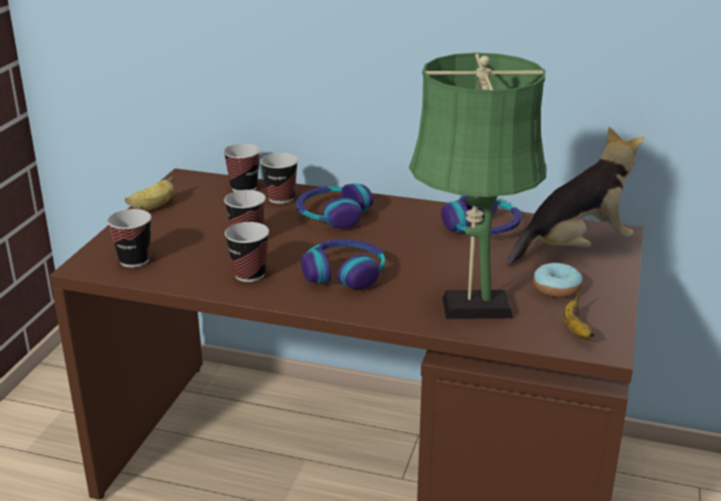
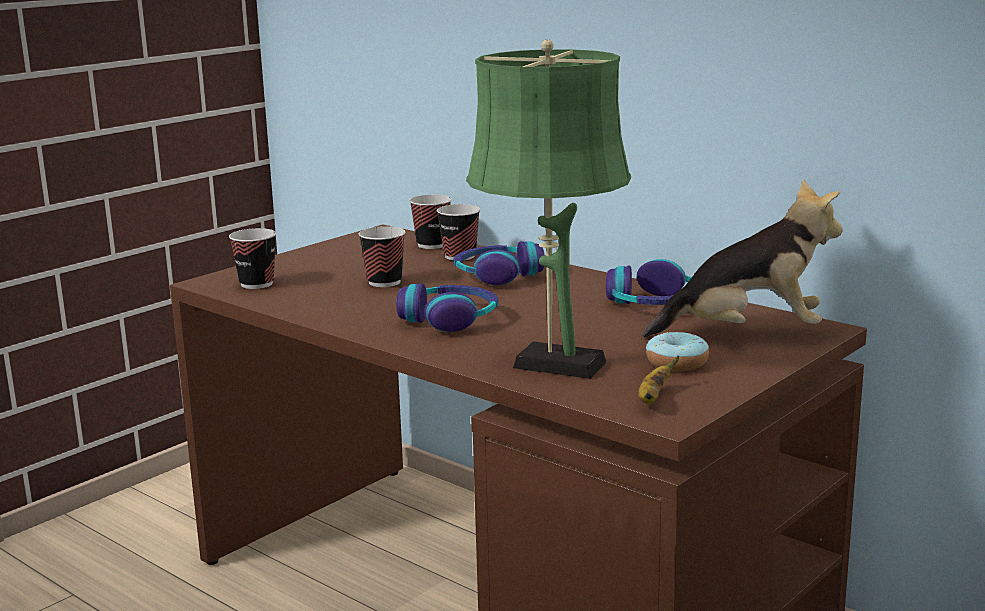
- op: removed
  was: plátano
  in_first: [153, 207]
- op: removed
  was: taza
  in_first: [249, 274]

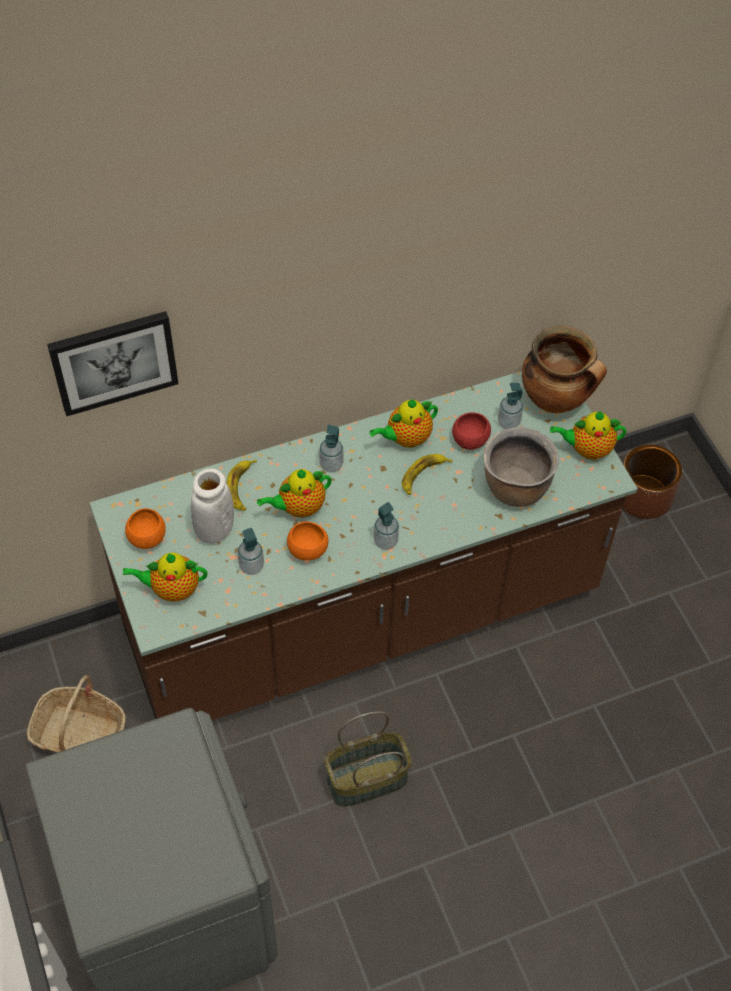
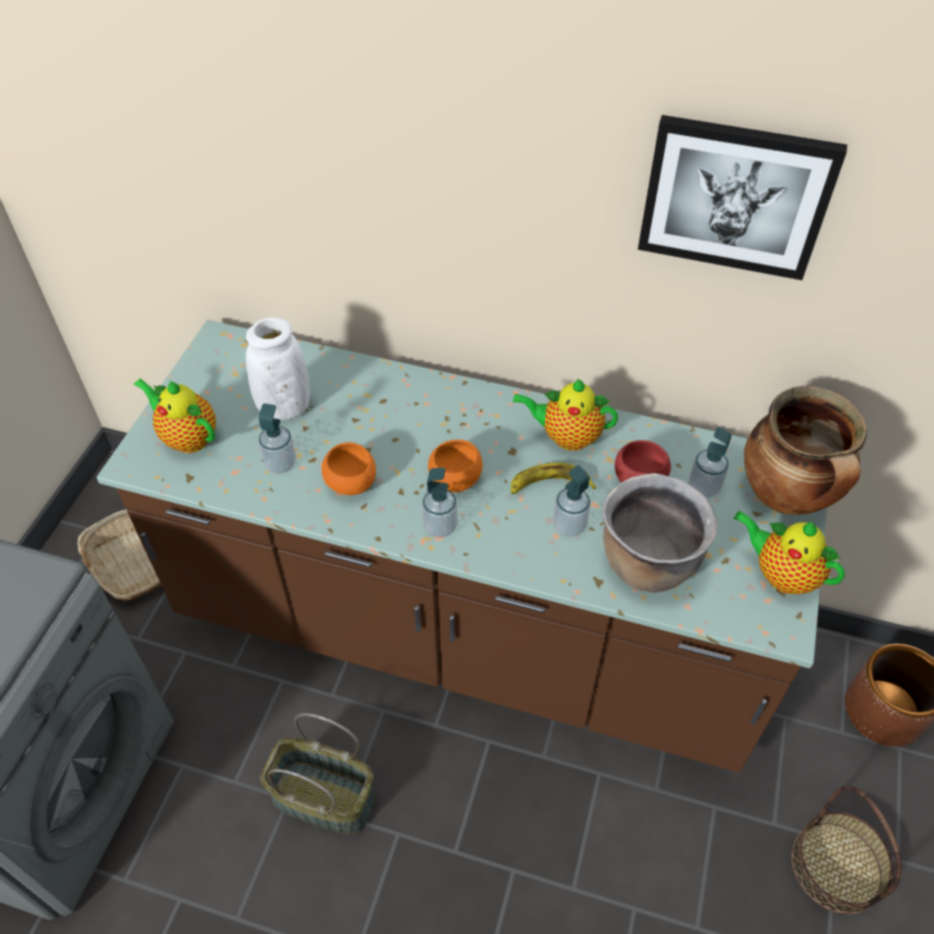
- op: moved
  was: cuadro
  in_first: [114, 361]
  in_second: [735, 196]
- op: moved
  was: cuenco (naranja)
  in_first: [147, 538]
  in_second: [455, 480]
- op: removed
  was: plátano
  in_first: [241, 487]
- op: removed
  was: tetera
  in_first: [299, 507]
- op: moved
  was: dispensador de jabón
  in_first: [331, 465]
  in_second: [569, 525]
- op: added
  now: cesta
  in_second: [836, 866]

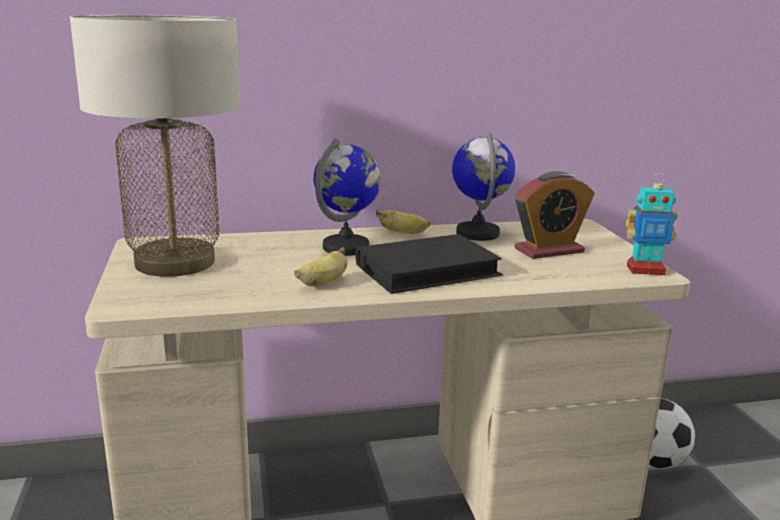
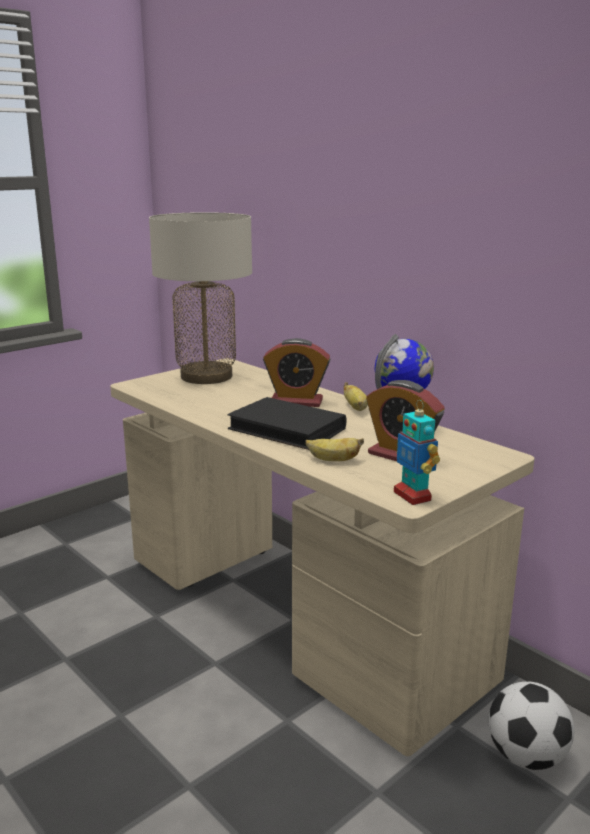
- op: moved
  was: plátano
  in_first: [323, 283]
  in_second: [333, 460]
- op: replaced
  was: globo terráqueo
  now: despertador
  in_first: [346, 248]
  in_second: [296, 401]

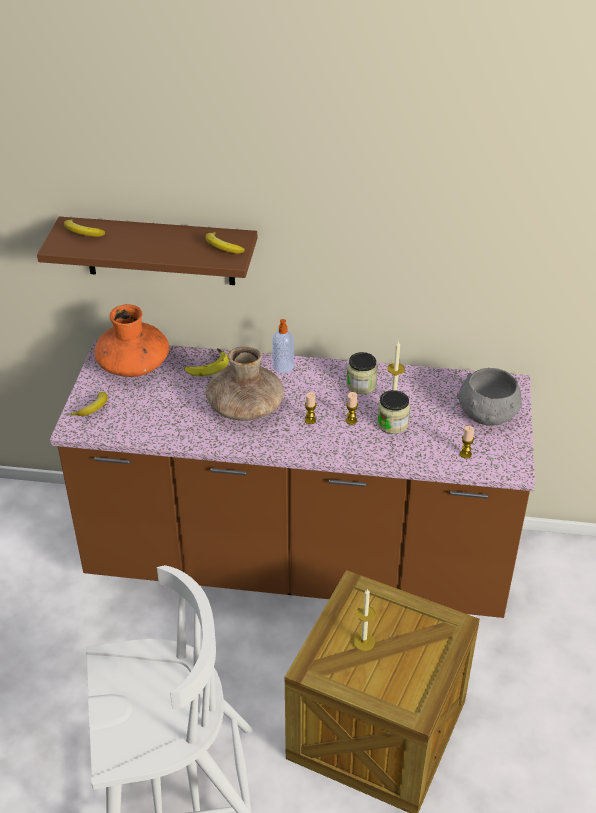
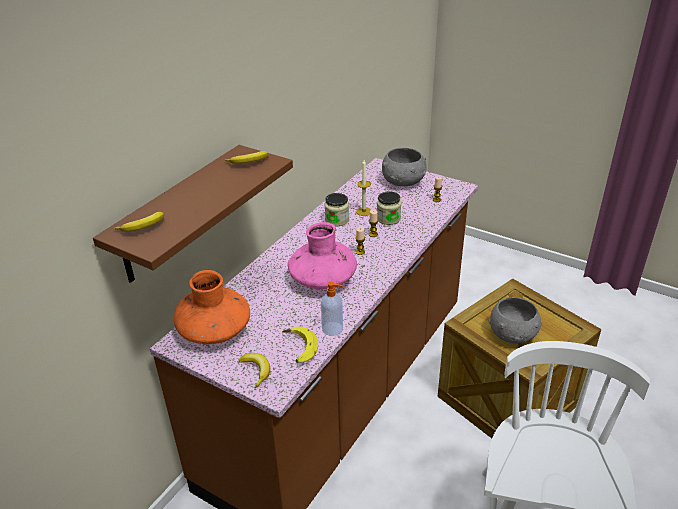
- op: moved
  was: plátano
  in_first: [206, 366]
  in_second: [298, 348]
- op: recoloured
  was: florero (marrón)
  now: florero (rosa)
  in_first: [245, 408]
  in_second: [323, 279]
- op: moved
  was: dispensador de jabón
  in_first: [283, 367]
  in_second: [333, 329]
- op: replaced
  was: vela
  now: cuenco (gris)
  in_first: [363, 641]
  in_second: [513, 334]

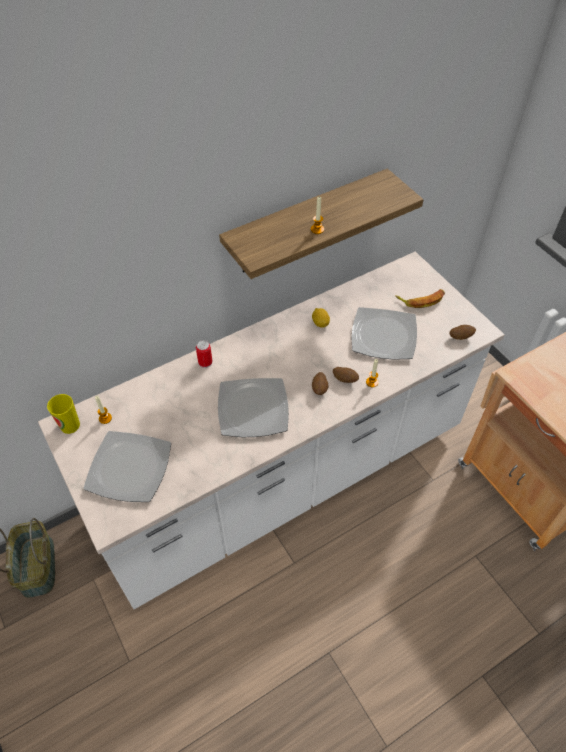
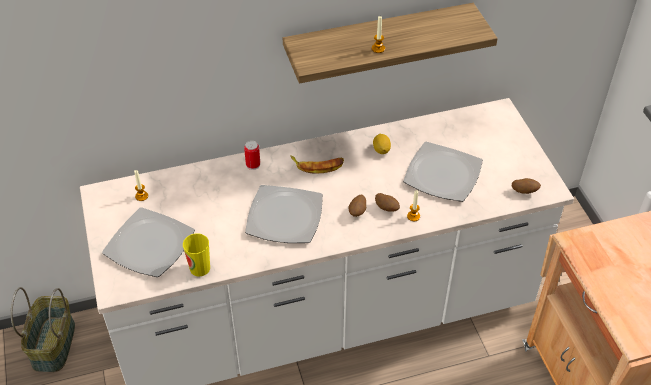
- op: moved
  was: taza
  in_first: [70, 425]
  in_second: [200, 268]
- op: moved
  was: plátano
  in_first: [421, 300]
  in_second: [318, 165]

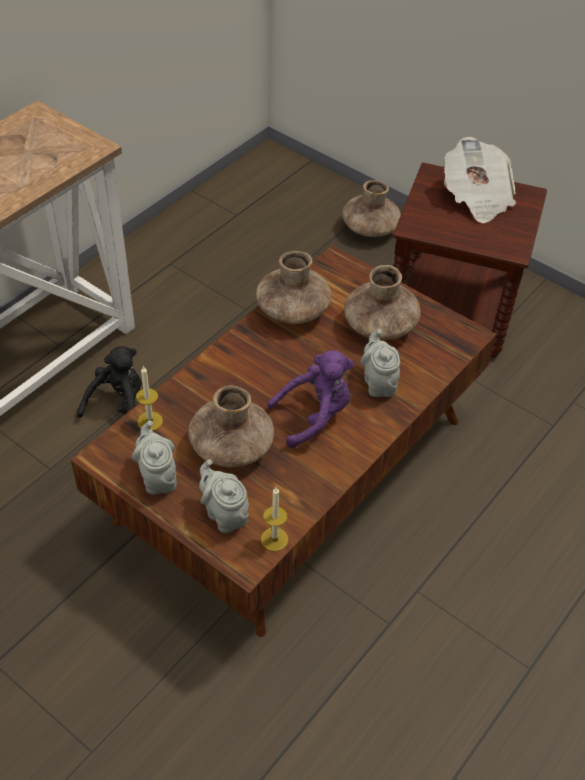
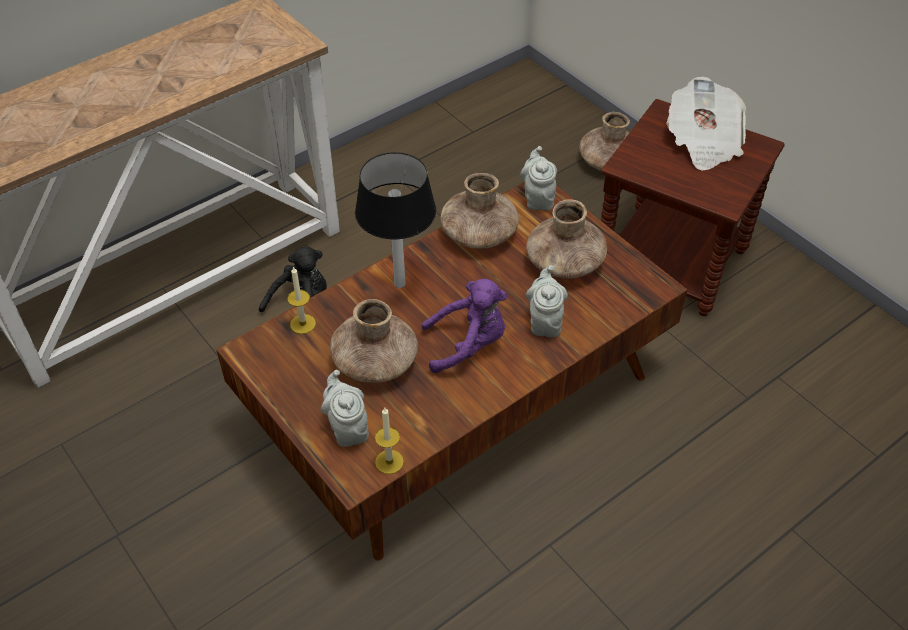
- op: moved
  was: tetera (gris)
  in_first: [157, 477]
  in_second: [538, 198]
- op: added
  now: lámpara de mesa
  in_second: [399, 284]

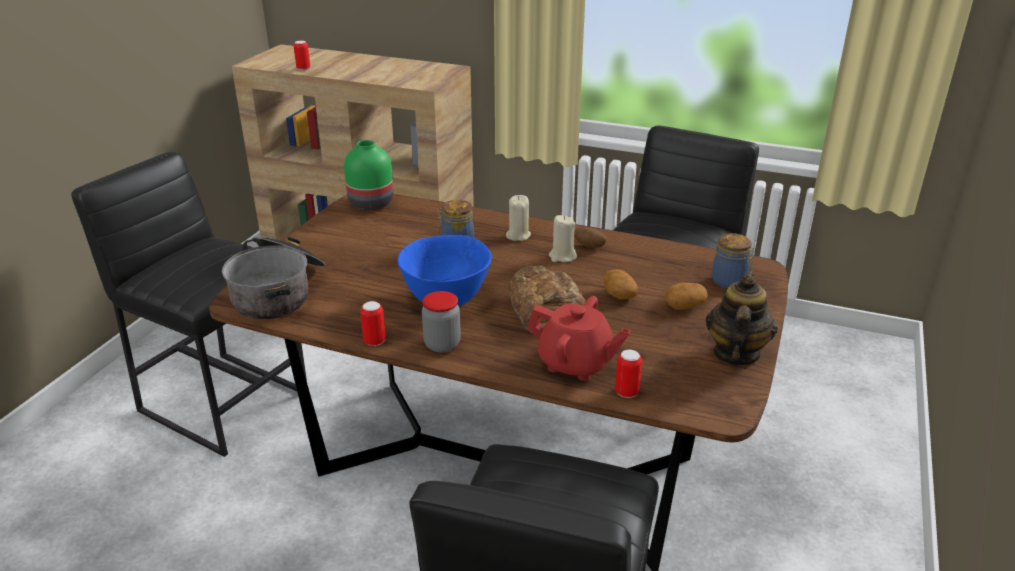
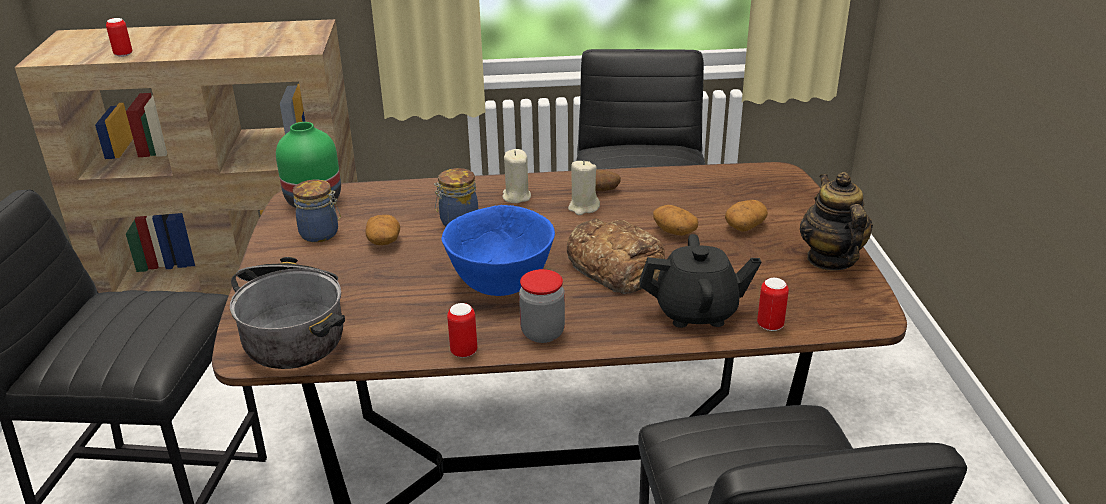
- op: recoloured
  was: tetera (rojo)
  now: tetera (negro)
  in_first: [575, 364]
  in_second: [696, 312]
- op: moved
  was: tarro
  in_first: [730, 281]
  in_second: [321, 234]
- op: added
  now: patata
  in_second: [384, 241]

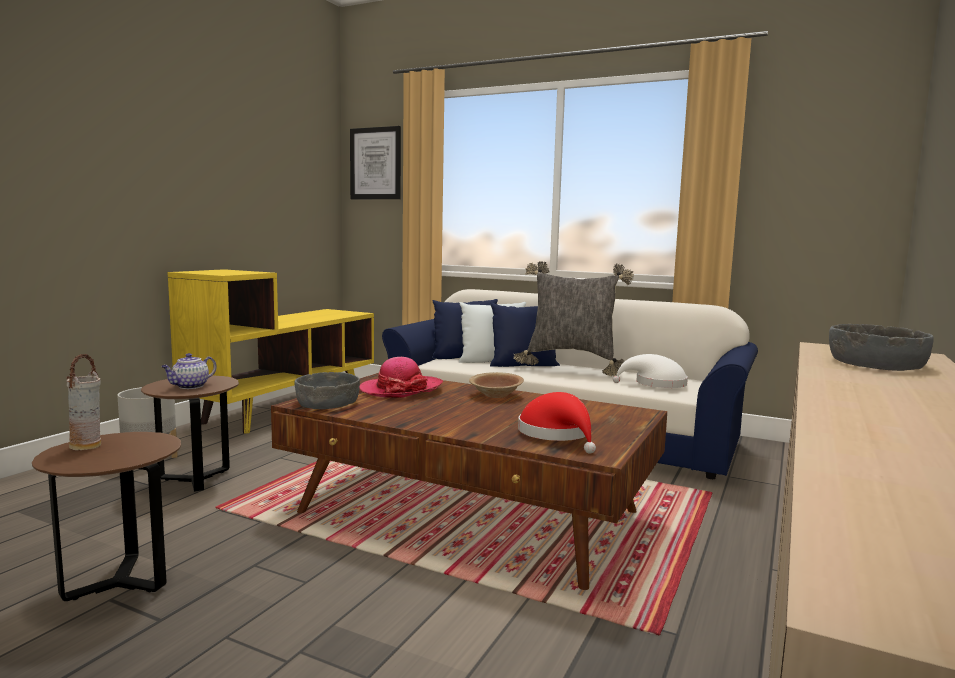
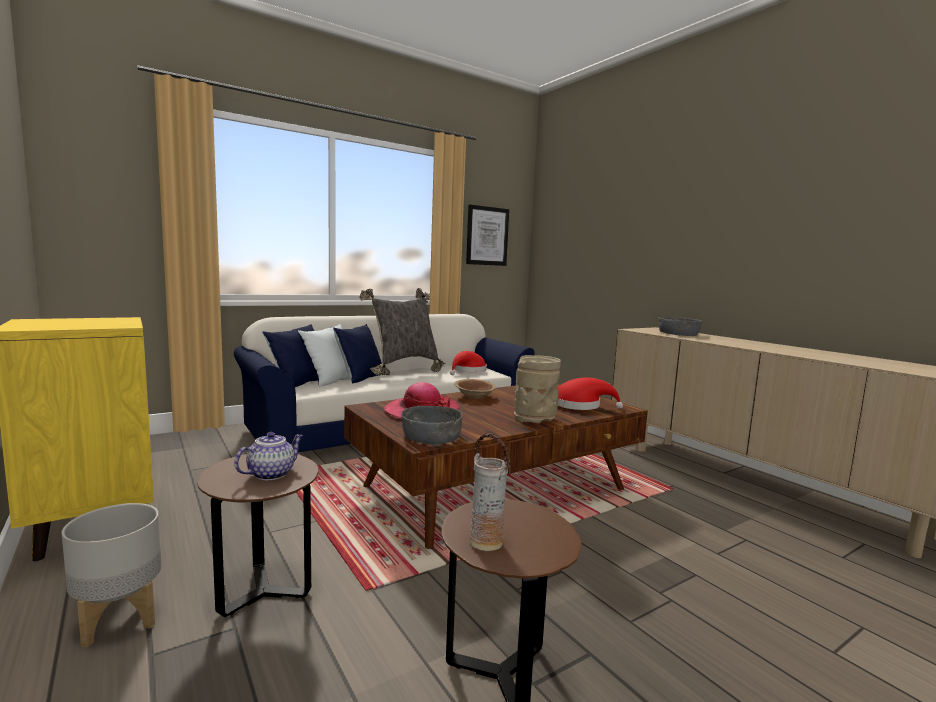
- op: turned
  was: tetera
  in_first: [190, 386]
  in_second: [271, 474]
  clockwise: -120
- op: moved
  was: cuadro
  in_first: [375, 163]
  in_second: [487, 236]
- op: recoloured
  was: sombrero (blanco)
  now: sombrero (rojo)
  in_first: [656, 384]
  in_second: [468, 371]
- op: added
  now: florero (beis)
  in_second: [535, 419]

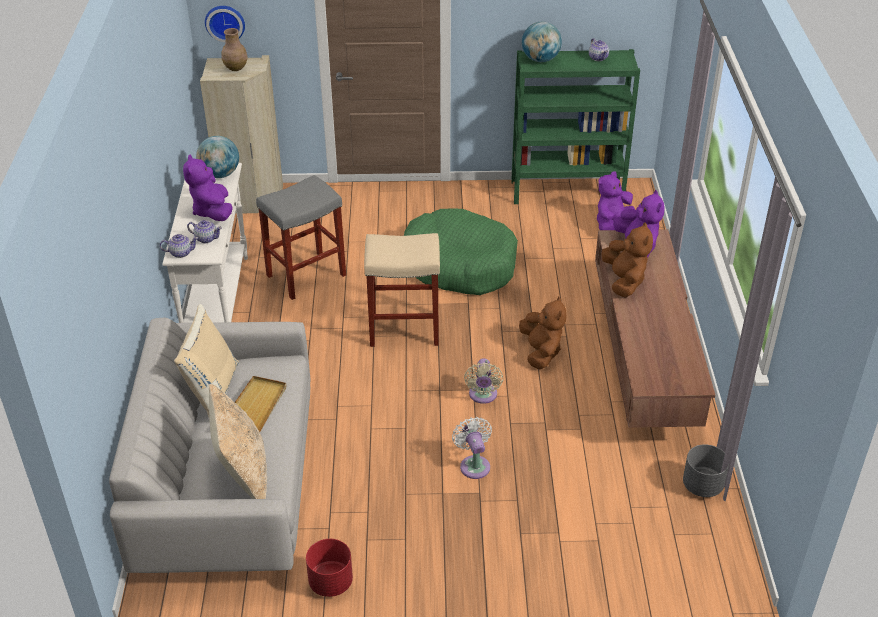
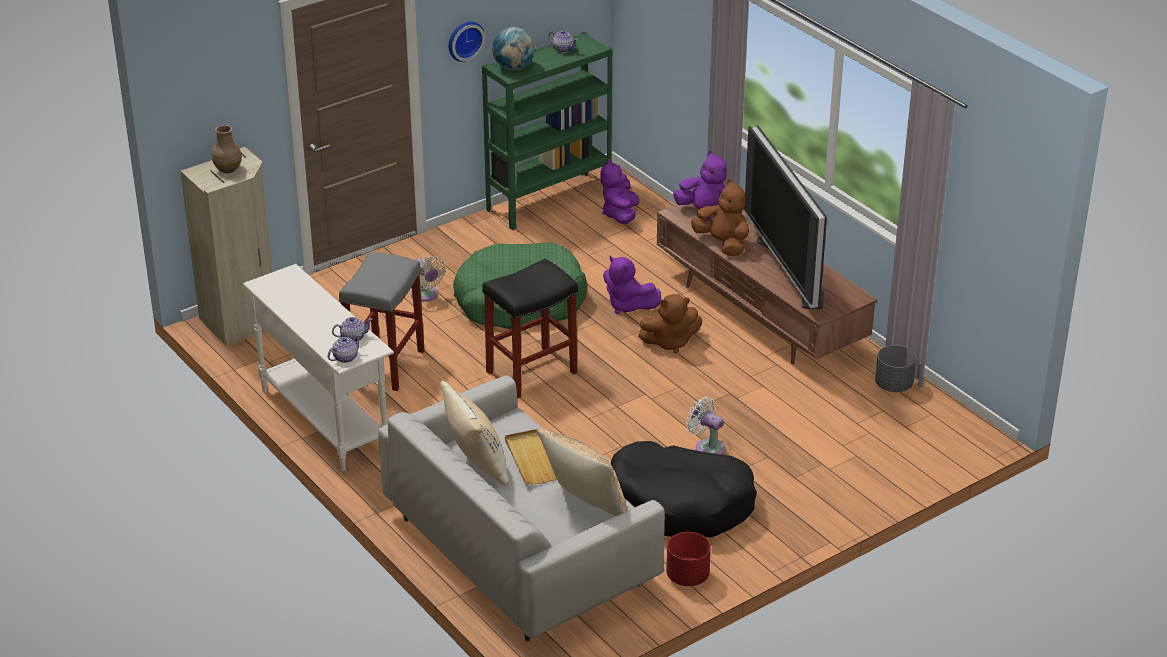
- op: moved
  was: peluche (morado)
  in_first: [212, 211]
  in_second: [627, 306]
- op: removed
  was: globo terráqueo
  in_first: [220, 174]
- op: moved
  was: reloj de pared
  in_first: [225, 22]
  in_second: [464, 40]
- op: recoloured
  was: taburete (beis)
  now: taburete (negro)
  in_first: [405, 328]
  in_second: [532, 372]
- op: moved
  was: ventilador (beis)
  in_first: [483, 396]
  in_second: [425, 295]
- op: turned
  was: peluche (marrón)
  in_first: [541, 352]
  in_second: [670, 342]
  clockwise: 120
- op: added
  now: cama para perro (negro)
  in_second: [680, 504]
- op: added
  now: televisor
  in_second: [790, 272]

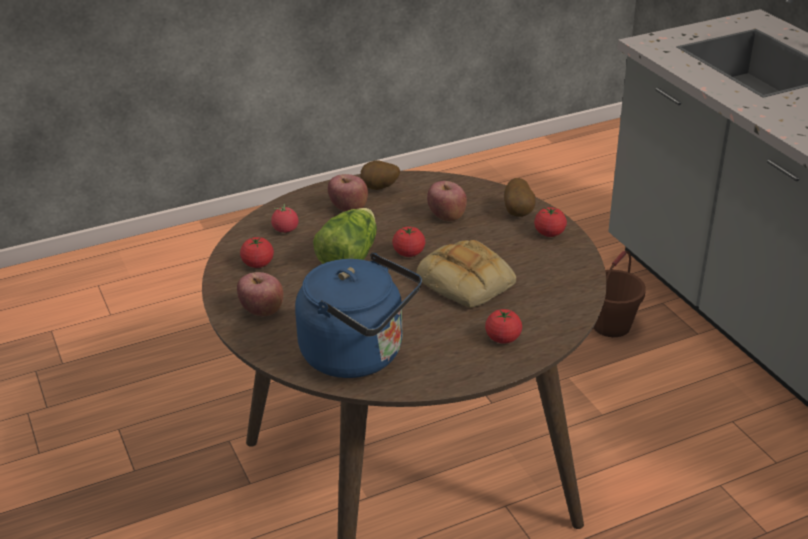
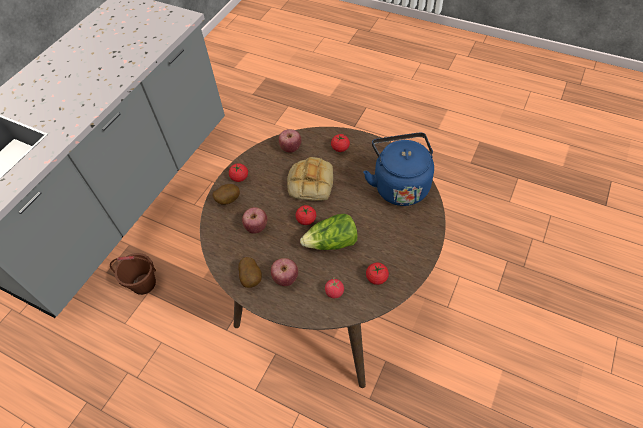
- op: moved
  was: manzana
  in_first: [262, 310]
  in_second: [291, 148]

